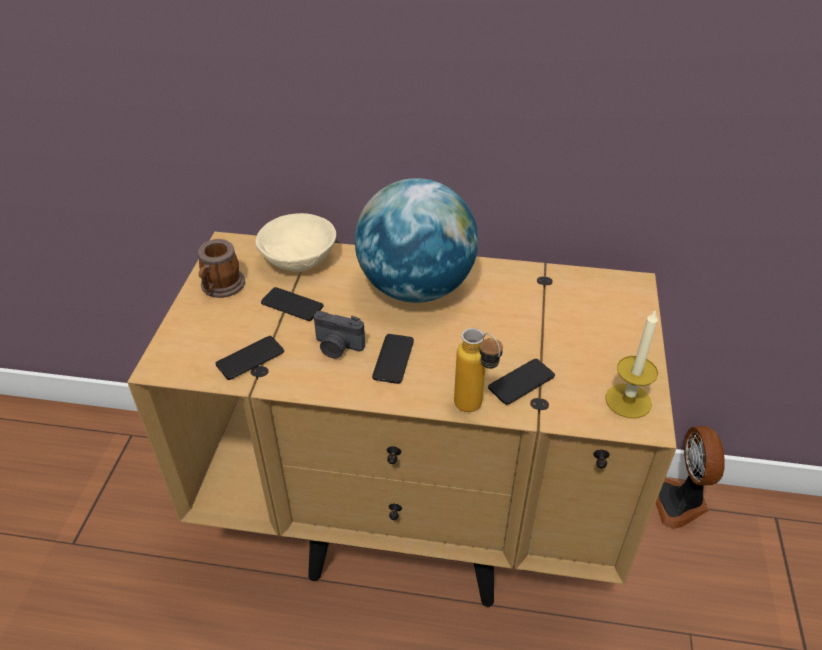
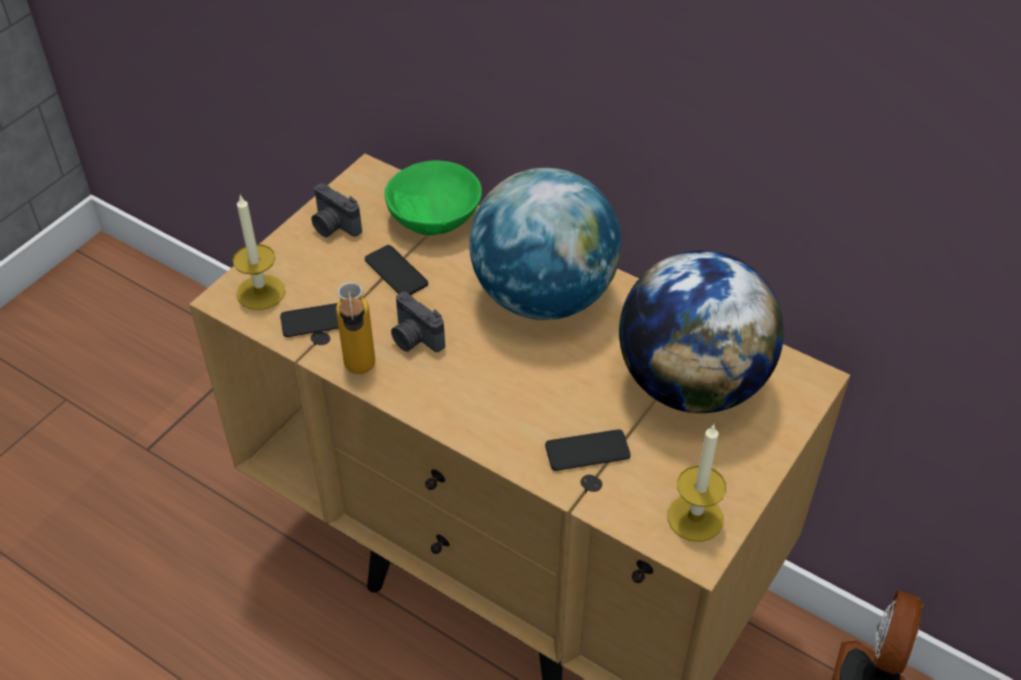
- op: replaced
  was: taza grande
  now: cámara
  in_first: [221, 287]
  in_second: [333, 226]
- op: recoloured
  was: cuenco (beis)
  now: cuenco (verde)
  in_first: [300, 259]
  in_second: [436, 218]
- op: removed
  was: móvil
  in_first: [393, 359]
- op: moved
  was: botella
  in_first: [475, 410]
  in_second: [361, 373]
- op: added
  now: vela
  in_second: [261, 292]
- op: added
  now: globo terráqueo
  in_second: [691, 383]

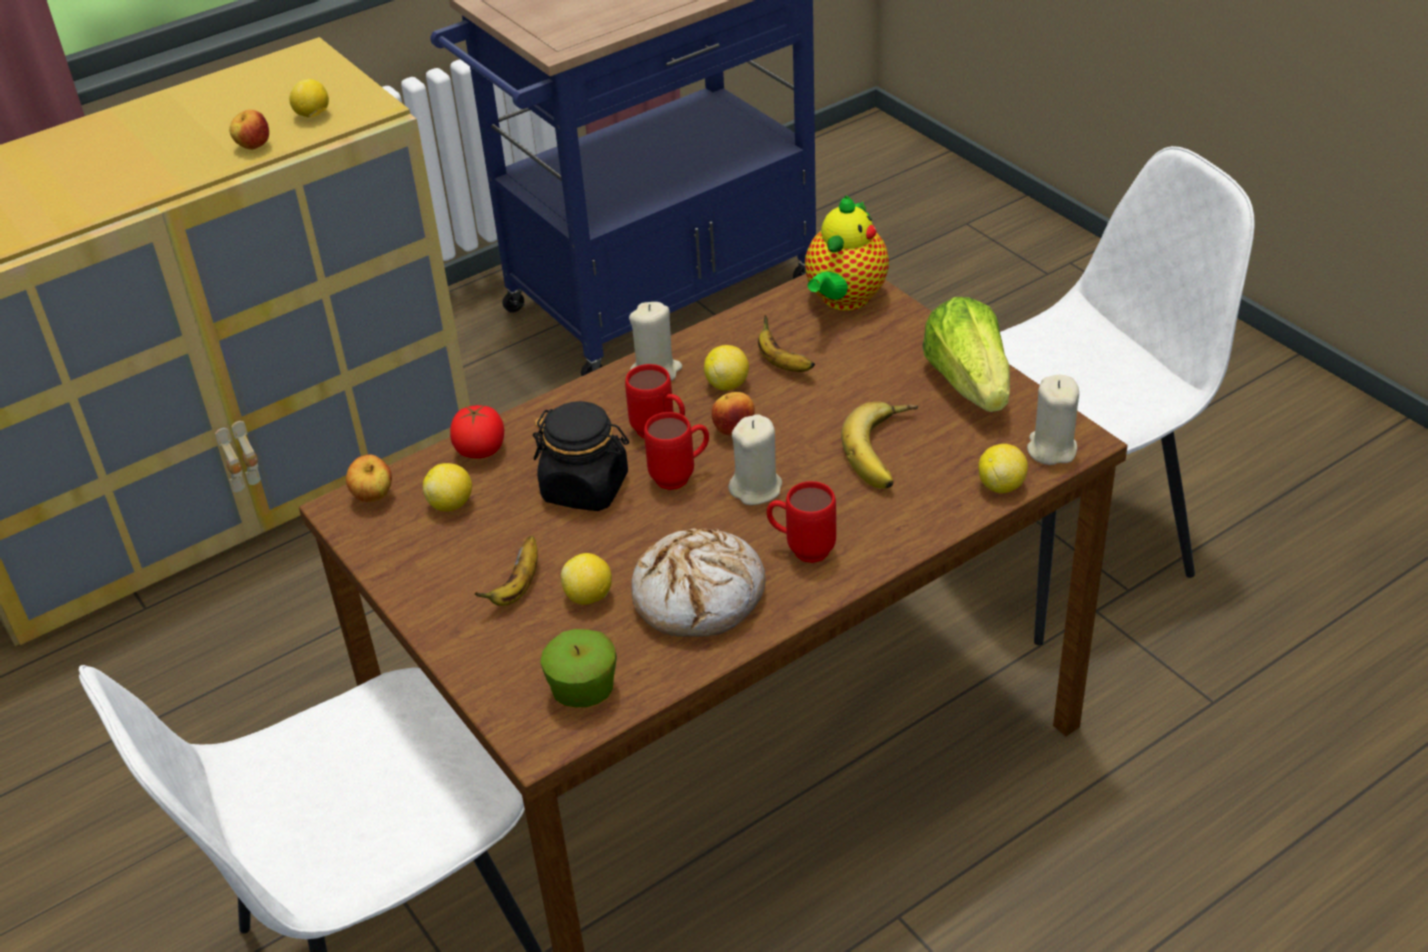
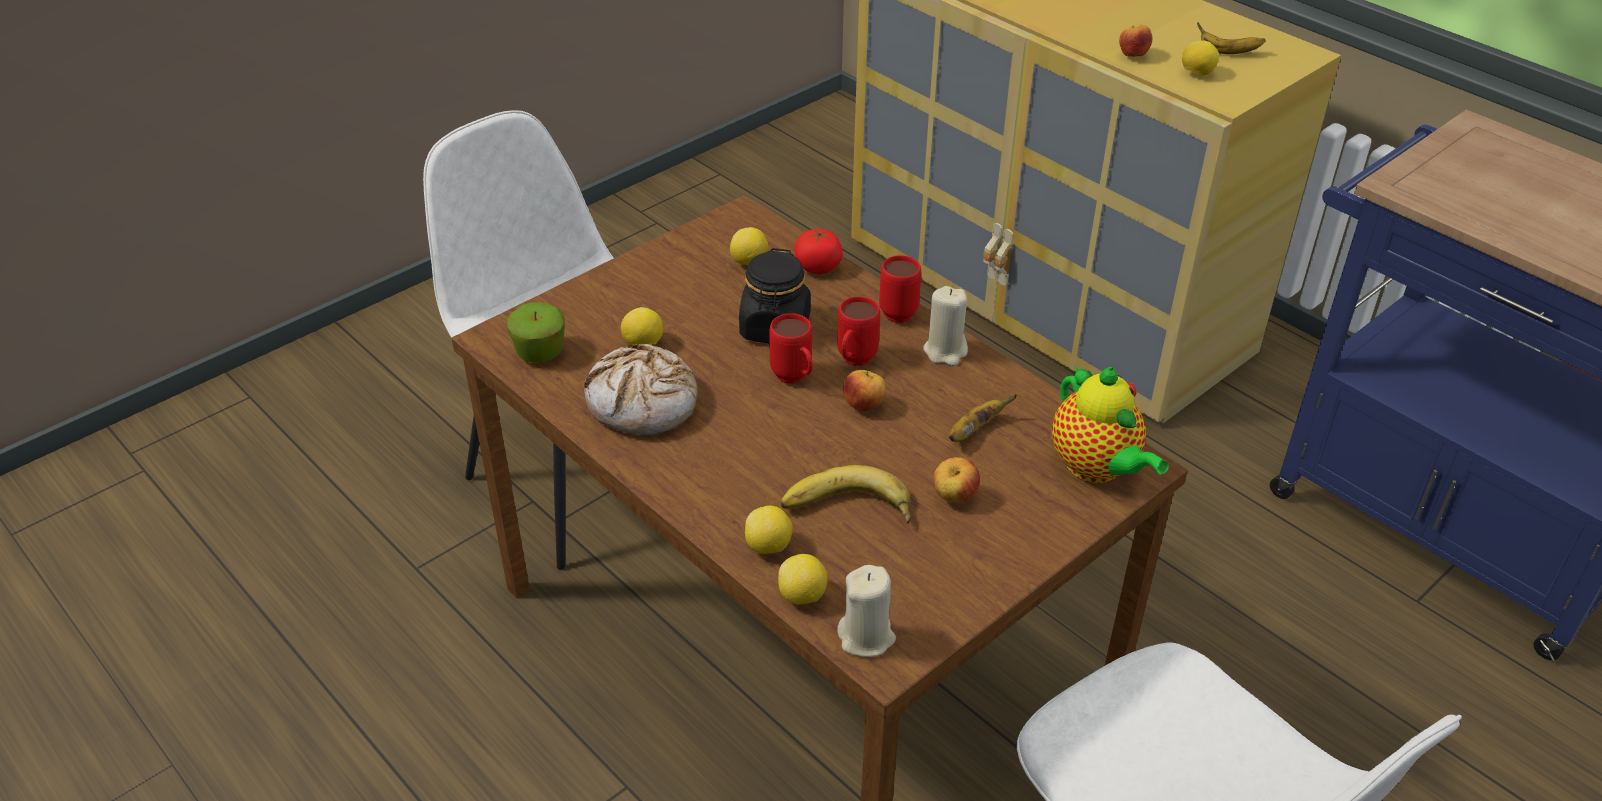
- op: moved
  was: manzana
  in_first: [373, 497]
  in_second: [954, 497]
- op: moved
  was: plátano
  in_first: [517, 587]
  in_second: [1227, 52]
- op: moved
  was: limón
  in_first: [727, 384]
  in_second: [769, 546]
- op: removed
  was: vela (beis)
  in_first: [756, 488]
- op: moved
  was: taza grande (rojo)
  in_first: [801, 549]
  in_second: [899, 309]
- op: turned
  was: tetera
  in_first: [844, 299]
  in_second: [1097, 469]
  clockwise: -135
- op: removed
  was: lechuga
  in_first: [969, 384]

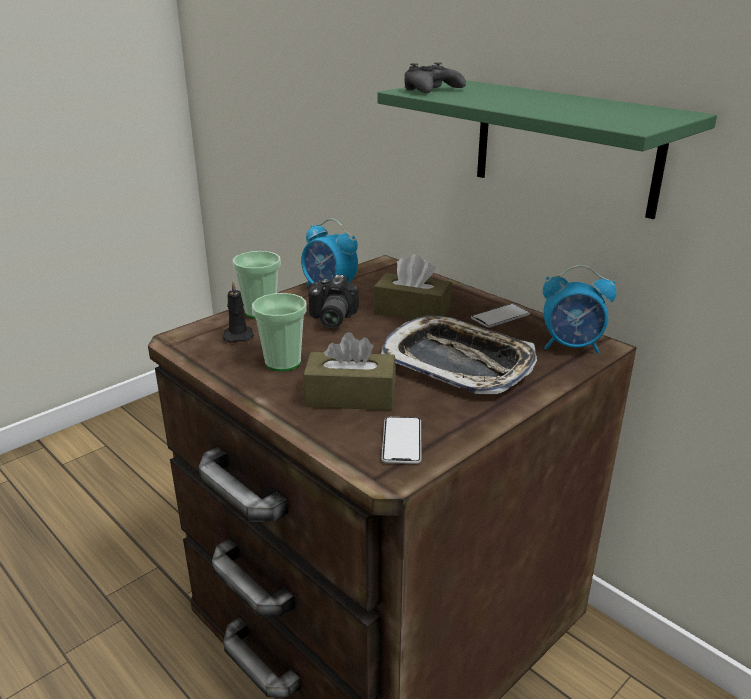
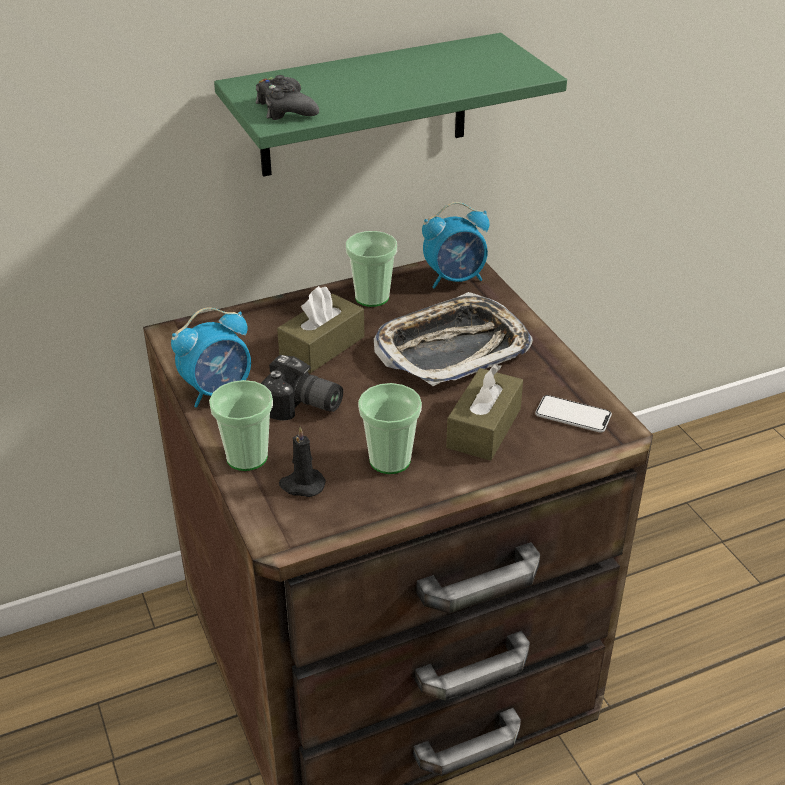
- op: replaced
  was: móvil
  now: taza
  in_first: [500, 317]
  in_second: [372, 297]
- op: turned
  was: despertador
  in_first: [572, 346]
  in_second: [455, 279]
  clockwise: 45

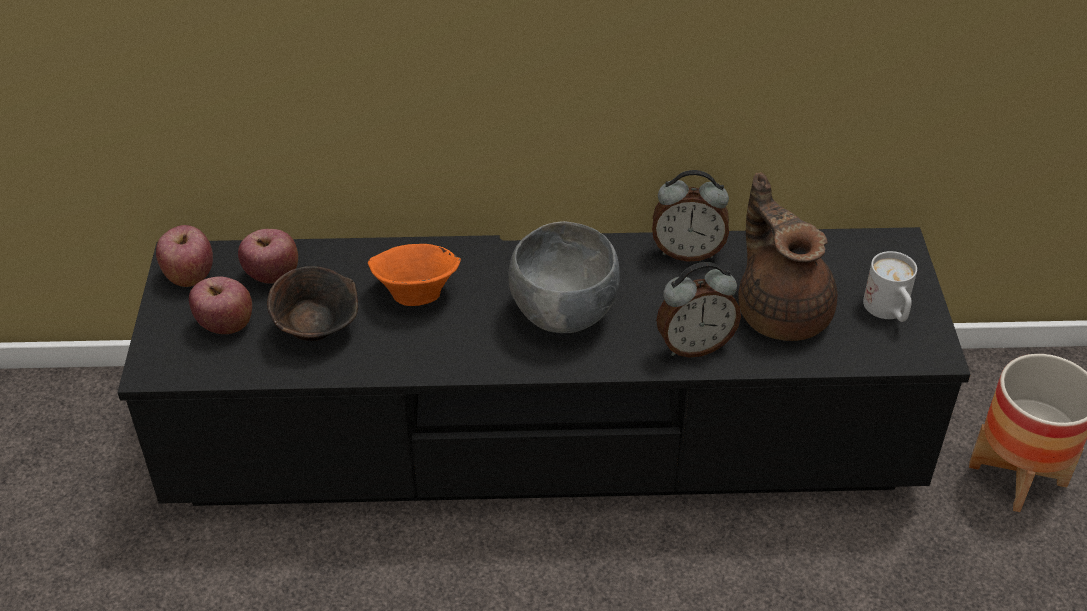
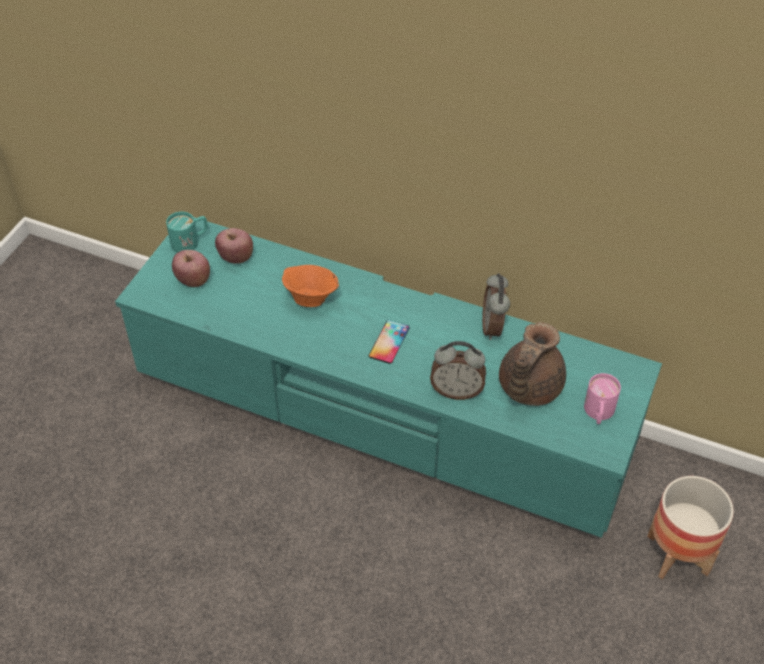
- op: recoloured
  was: mueble de televisión (negro)
  now: mueble de televisión (turquesa)
  in_first: [545, 438]
  in_second: [383, 413]
- op: replaced
  was: manzana
  now: taza grande (turquesa)
  in_first: [189, 275]
  in_second: [190, 242]
- op: removed
  was: cuenco (marrón)
  in_first: [317, 329]
- op: replaced
  was: cuenco (gris)
  now: móvil
  in_first: [562, 314]
  in_second: [389, 342]
- op: turned
  was: despertador
  in_first: [687, 252]
  in_second: [493, 327]
  clockwise: 60
- op: turned
  was: tetera (marrón)
  in_first: [781, 310]
  in_second: [528, 388]
  clockwise: -150
- op: recoloured
  was: taza grande (blanco)
  now: taza grande (rosa)
  in_first: [889, 311]
  in_second: [598, 413]

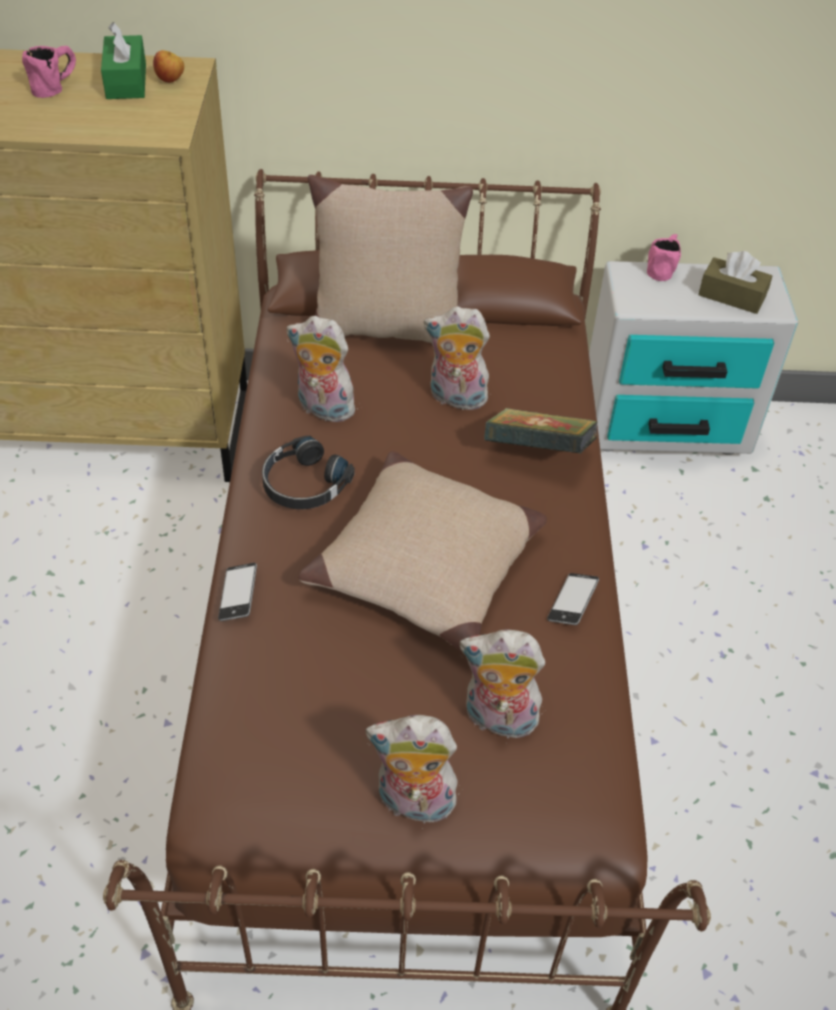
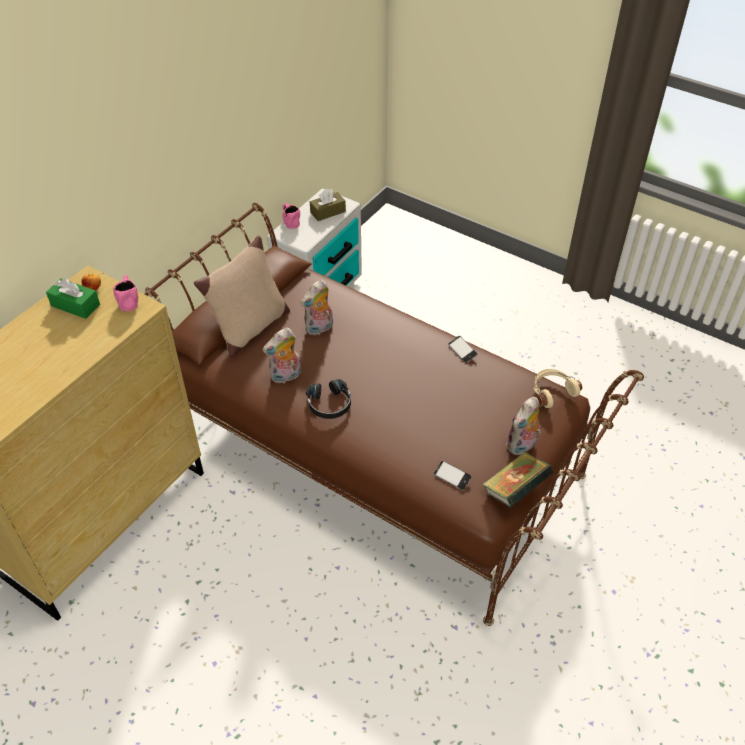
- op: moved
  was: taza grande (rosa)
  in_first: [56, 87]
  in_second: [128, 300]
- op: moved
  was: móvil
  in_first: [238, 595]
  in_second: [452, 477]
- op: removed
  was: cojín (beis)
  in_first: [427, 566]
- op: removed
  was: peluche
  in_first: [497, 720]
- op: moved
  was: libro
  in_first: [537, 454]
  in_second: [515, 490]
- op: added
  now: auriculares (beis)
  in_second: [552, 391]

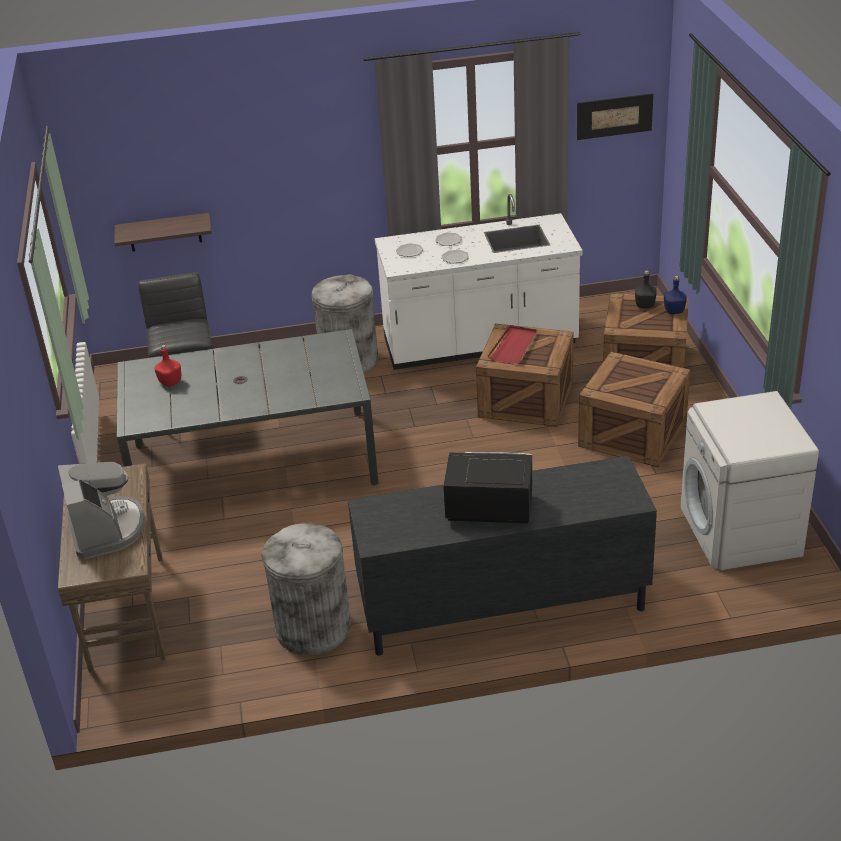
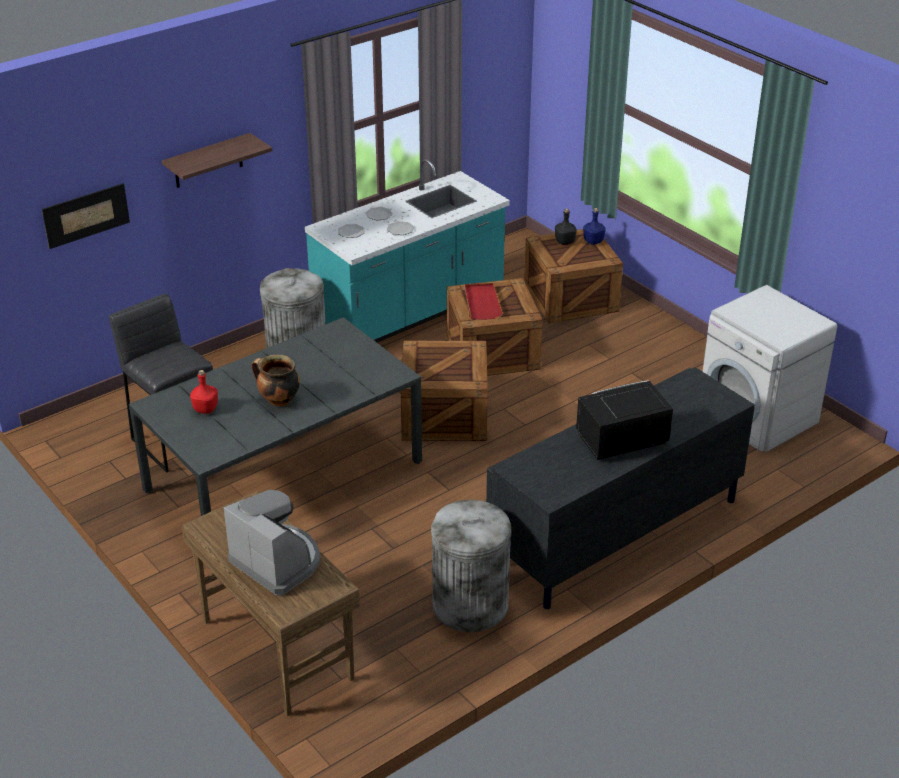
- op: moved
  was: estante
  in_first: [164, 232]
  in_second: [208, 161]
- op: recoloured
  was: mueble bajo de cocina (blanco)
  now: mueble bajo de cocina (turquesa)
  in_first: [480, 344]
  in_second: [410, 313]
- op: moved
  was: cuadro
  in_first: [614, 116]
  in_second: [86, 215]
- op: moved
  was: caja de embalaje
  in_first: [634, 433]
  in_second: [445, 414]
- op: added
  now: olla
  in_second: [278, 400]

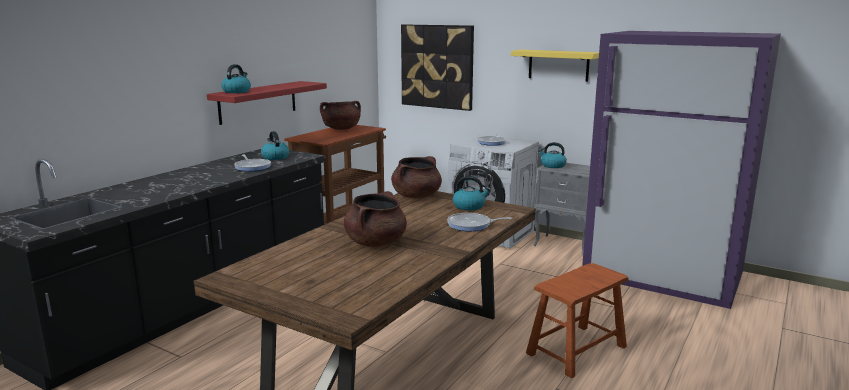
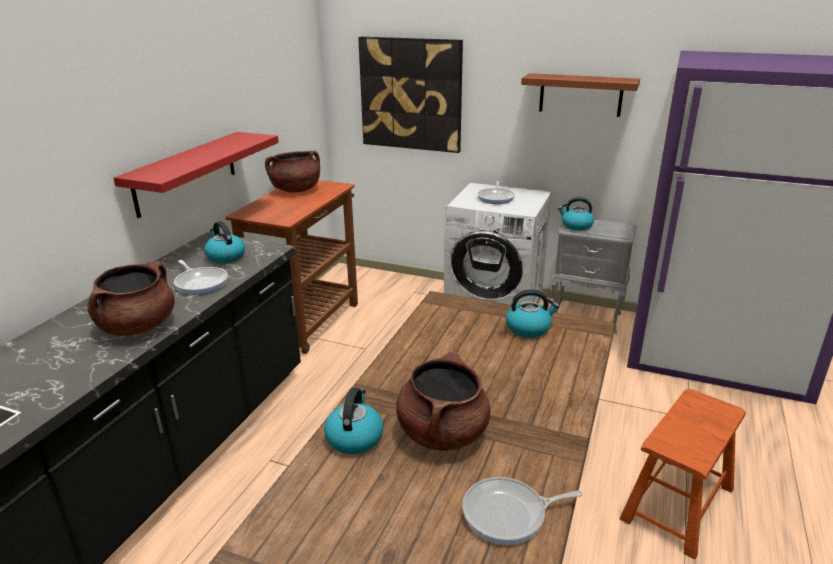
- op: moved
  was: hervidor
  in_first: [237, 91]
  in_second: [354, 437]
- op: moved
  was: olla (marrón)
  in_first: [416, 196]
  in_second: [137, 326]
- op: moved
  was: sartén
  in_first: [471, 225]
  in_second: [508, 514]
- op: recoloured
  was: estante (amarillo)
  now: estante (marrón)
  in_first: [558, 65]
  in_second: [580, 95]

